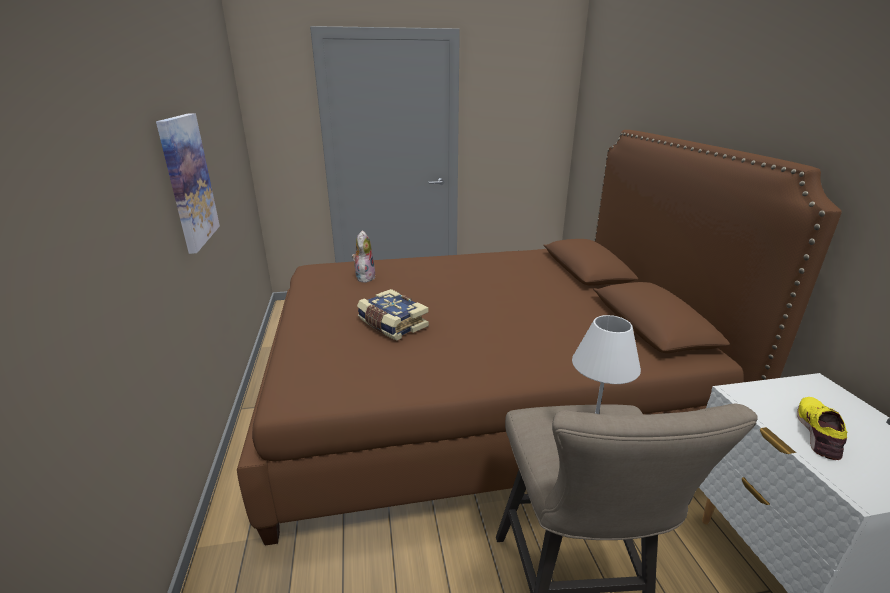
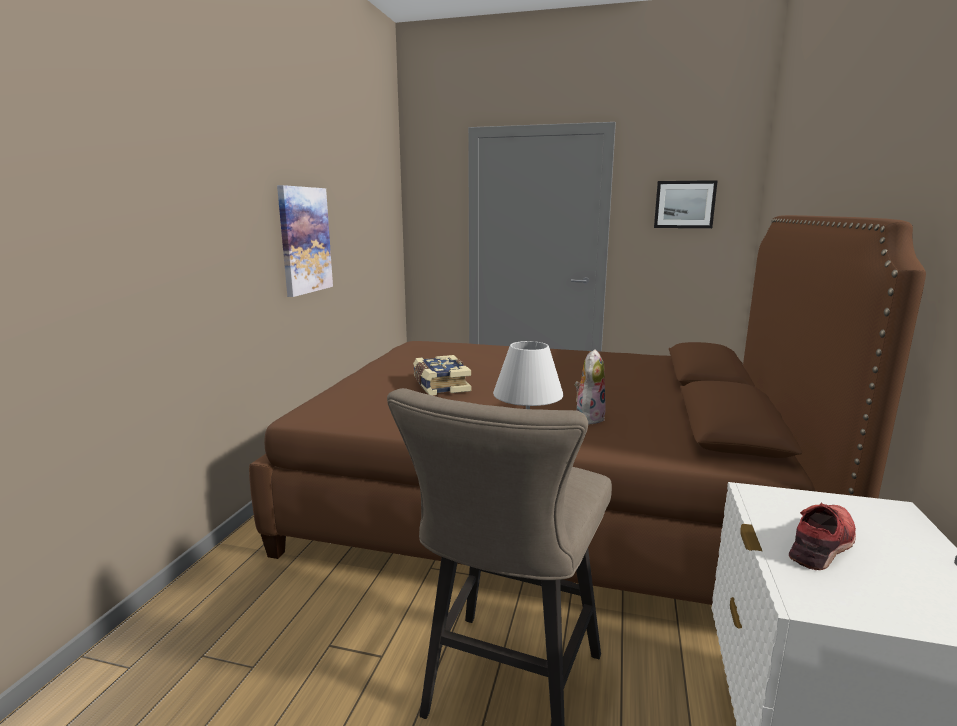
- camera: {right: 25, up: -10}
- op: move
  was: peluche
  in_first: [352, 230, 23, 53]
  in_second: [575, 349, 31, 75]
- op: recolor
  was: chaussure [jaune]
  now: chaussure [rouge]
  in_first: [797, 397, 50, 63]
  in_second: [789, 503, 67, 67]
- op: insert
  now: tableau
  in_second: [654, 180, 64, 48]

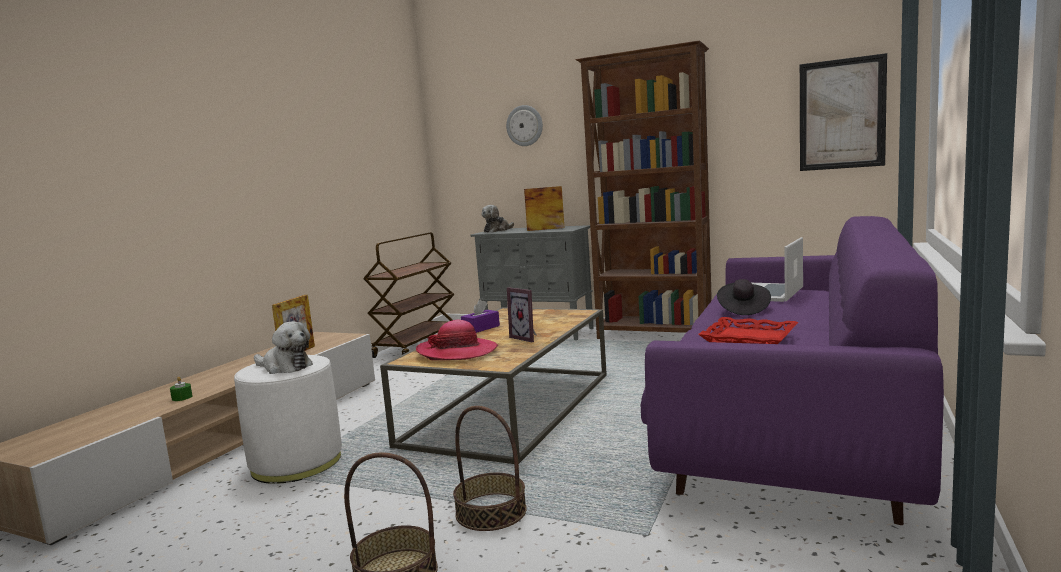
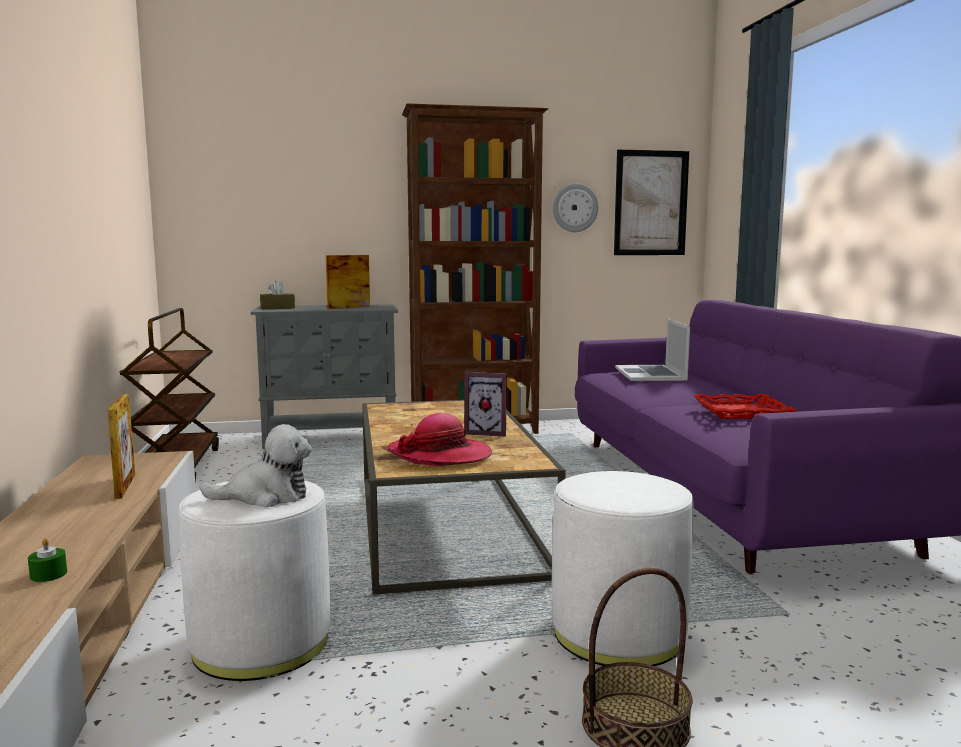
- camera: {right: -35, up: 0}
- op: move
  was: horloge murale
  in_first: [506, 105, 37, 41]
  in_second: [553, 184, 45, 48]
- op: replace
  was: peluche
  now: boîte à mouchoirs [marron]
  in_first: [481, 205, 33, 27]
  in_second: [260, 281, 35, 28]
- op: delete
  was: chapeau [noir]
  in_first: [717, 279, 54, 36]
- op: delete
  was: boîte à mouchoirs [violet]
  in_first: [461, 299, 39, 34]
- op: replace
  was: panier
  now: pouf [blanc]
  in_first: [453, 406, 74, 125]
  in_second: [552, 471, 141, 195]

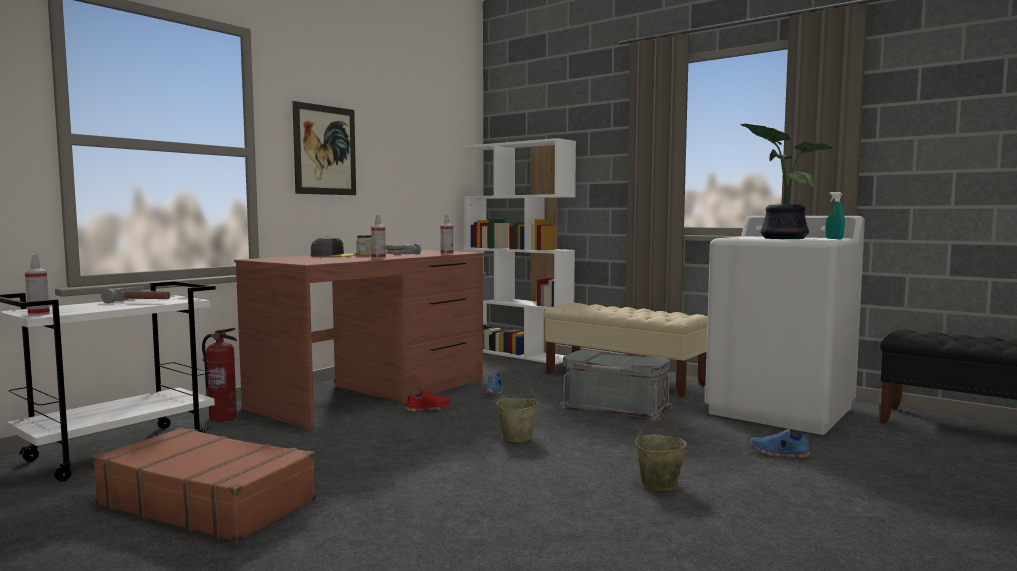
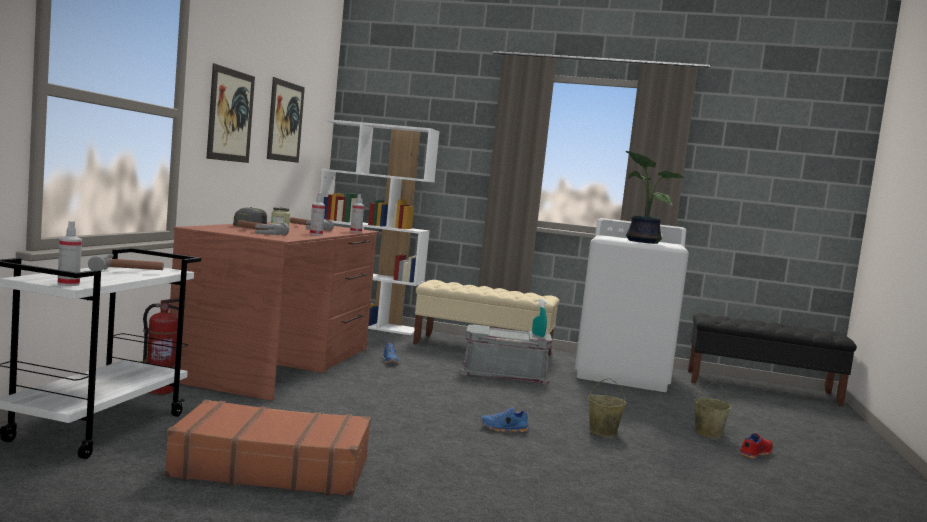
- camera: {right: -25, up: 0}
- op: move
  was: vaporisateur [turquoise]
  in_first: [826, 192, 19, 47]
  in_second: [532, 299, 15, 38]
- op: move
  was: seau [beige]
  in_first: [497, 379, 41, 63]
  in_second: [694, 382, 38, 56]
- op: move
  was: chaussure [rouge]
  in_first: [405, 389, 46, 22]
  in_second: [740, 433, 32, 26]
- op: move
  was: chaussure [bleu]
  in_first: [751, 429, 60, 29]
  in_second: [480, 407, 49, 25]
- op: insert
  now: tableau
  in_second: [267, 77, 38, 86]
- op: insert
  now: marteau
  in_second: [238, 220, 51, 15]

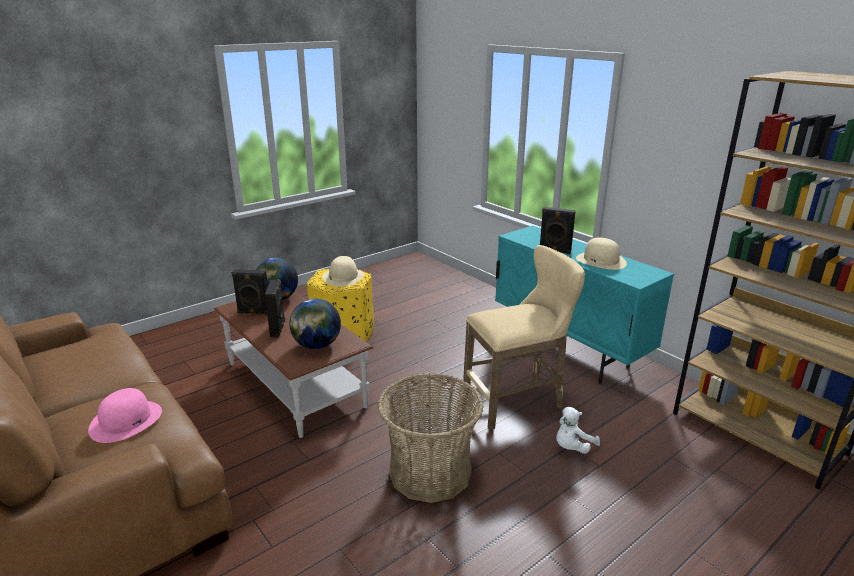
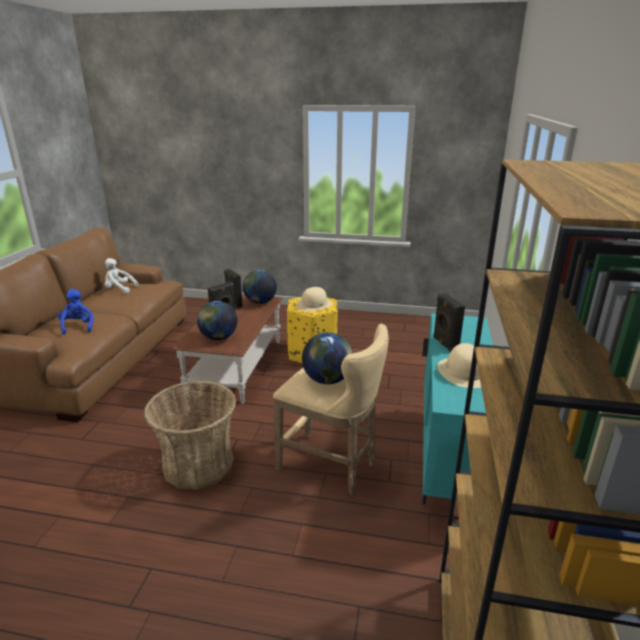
- camera: {right: 50, up: 0}
- op: replace
  was: chapeau [rose]
  now: peluche [bleu]
  in_first: [88, 388, 74, 55]
  in_second: [57, 289, 37, 46]
- op: move
  was: peluche [blanc]
  in_first: [556, 407, 44, 47]
  in_second: [105, 258, 34, 35]
- op: insert
  now: globe
  in_second: [302, 332, 51, 52]

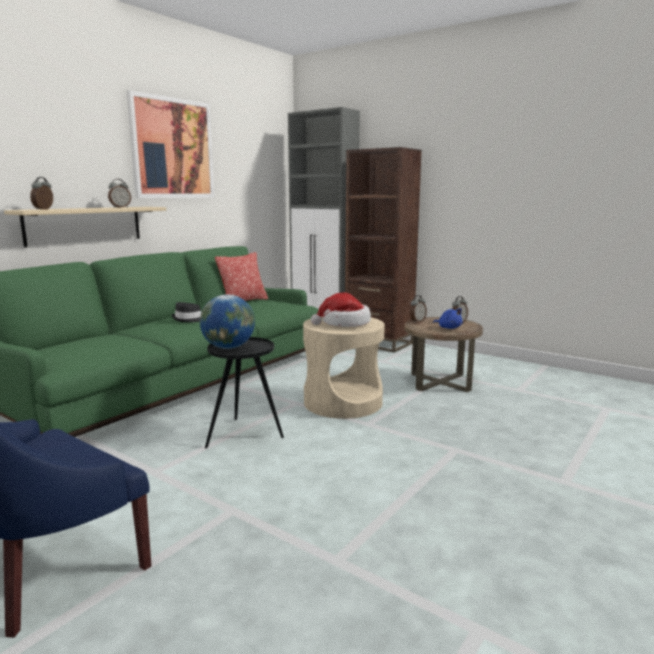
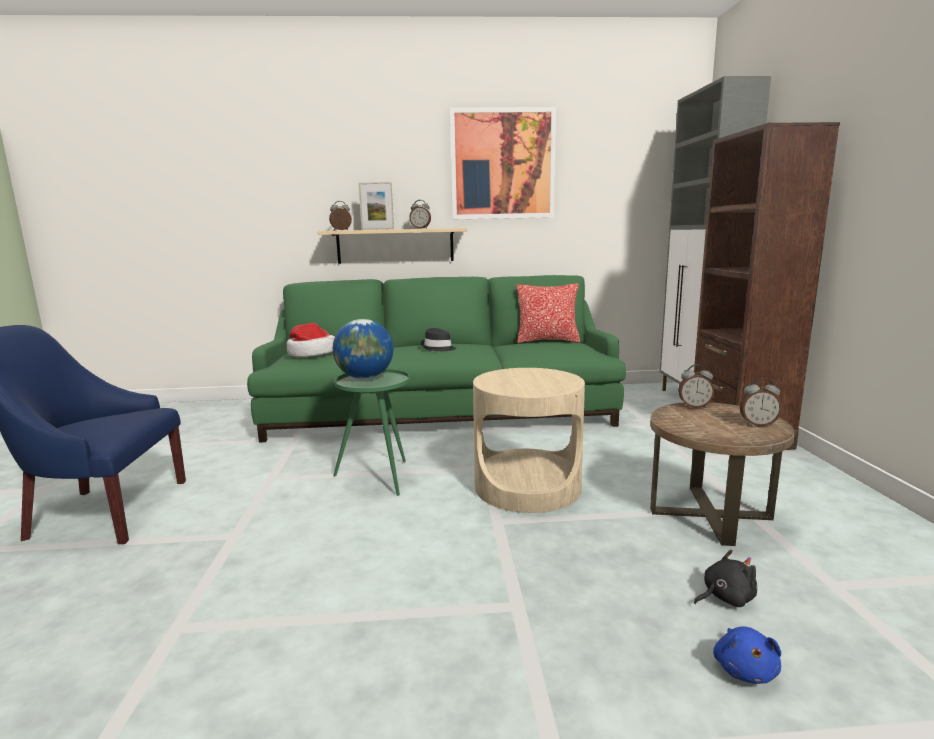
- camera: {right: 50, up: 0}
- op: move
  was: chapeau
  in_first: [311, 293, 60, 34]
  in_second: [287, 323, 48, 34]
- op: move
  was: peluche [bleu]
  in_first: [433, 308, 30, 21]
  in_second: [713, 626, 68, 58]
- op: recolor
  was: table d'appoint [noir]
  now: table d'appoint [vert]
  in_first: [205, 337, 79, 111]
  in_second: [333, 369, 77, 127]
- op: insert
  now: cadre photo
  in_second: [359, 182, 35, 48]
- op: insert
  now: peluche [noir]
  in_second: [694, 550, 63, 57]

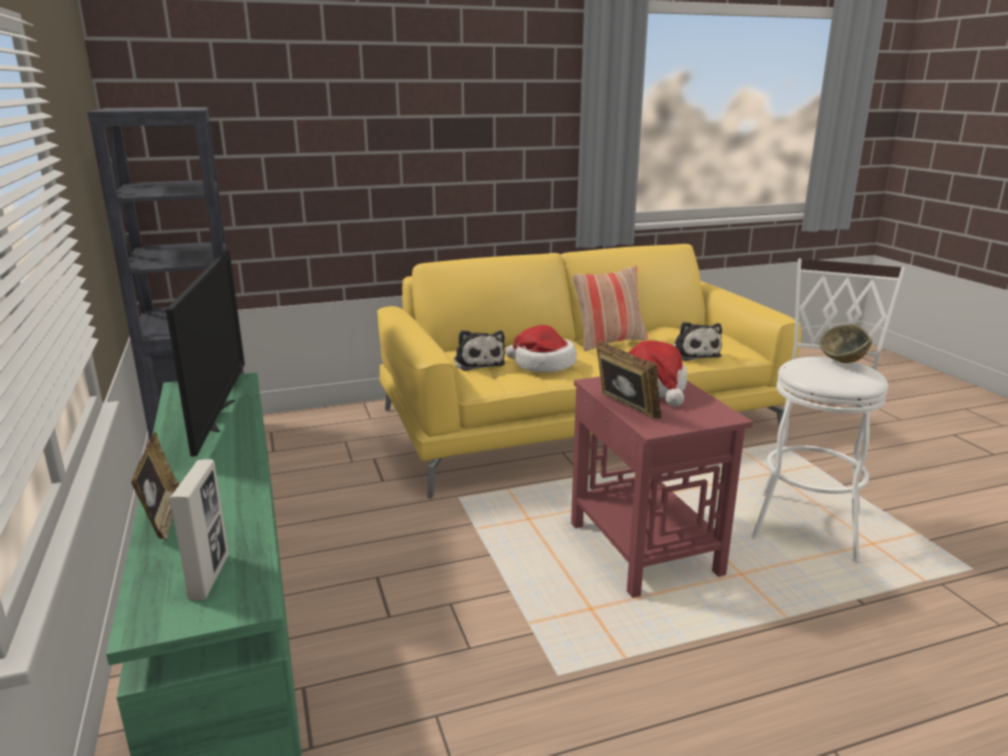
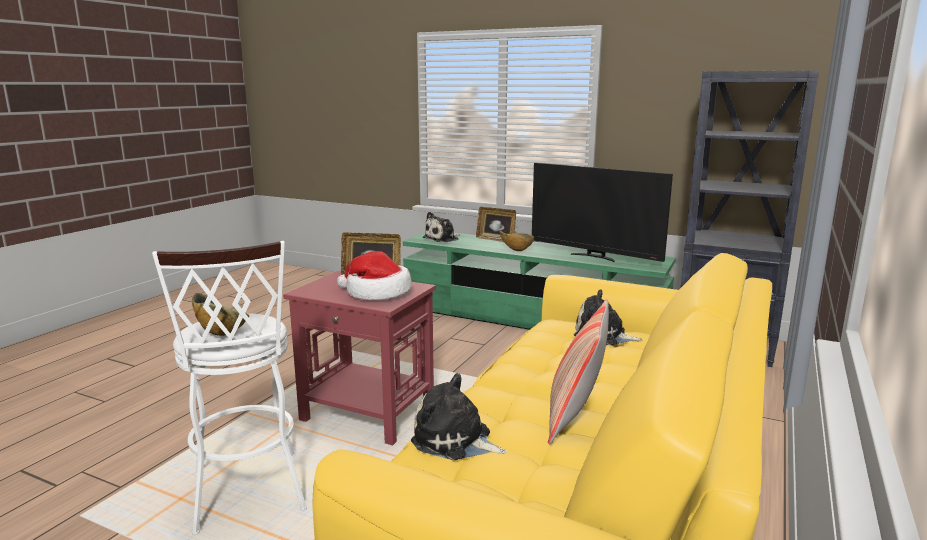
- camera: {right: 135, up: -5}
- op: delete
  was: chapeau
  in_first: [506, 325, 71, 48]
- op: replace
  was: cadre photo
  now: peluche
  in_first: [169, 459, 60, 141]
  in_second: [423, 212, 37, 30]
- op: insert
  now: bol
  in_second: [499, 230, 35, 21]

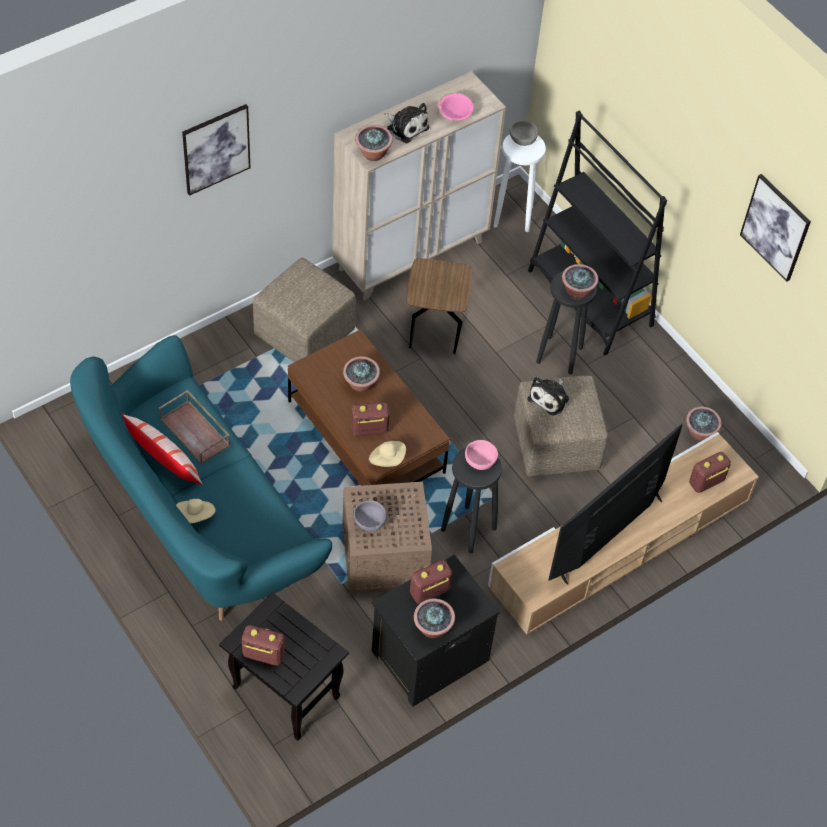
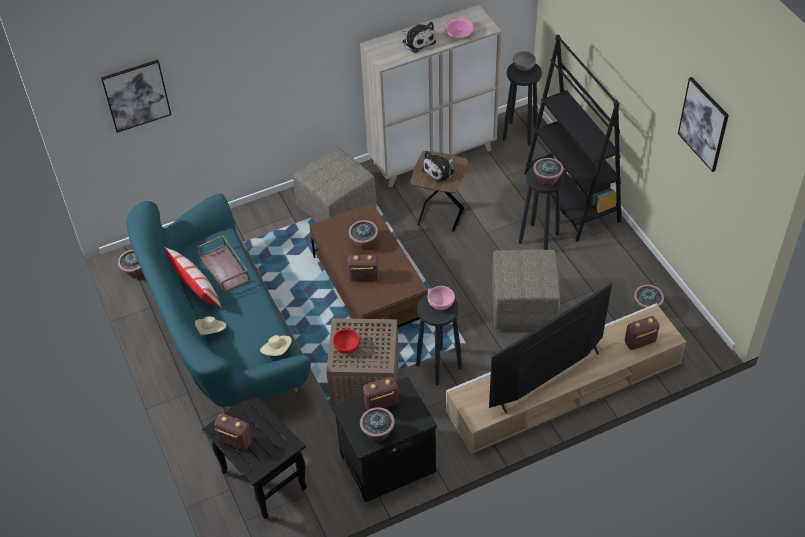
- camera: {right: 15, up: -5}
- op: move
  was: tableau
  in_first: [182, 104, 69, 92]
  in_second: [101, 60, 70, 73]
- op: move
  was: plante en pot
  in_first: [355, 125, 38, 36]
  in_second: [118, 249, 25, 28]
- op: recolor
  was: tabouret [blanc]
  now: tabouret [noir]
  in_first: [494, 134, 52, 98]
  in_second: [503, 63, 39, 83]
- op: move
  was: peluche
  in_first: [528, 377, 41, 38]
  in_second: [422, 151, 32, 32]
- op: move
  was: chapeau [beige]
  in_first: [369, 441, 37, 26]
  in_second: [260, 335, 32, 21]
- op: recolor
  was: bol [gris]
  now: bol [rouge]
  in_first: [354, 500, 33, 32]
  in_second: [333, 329, 27, 25]

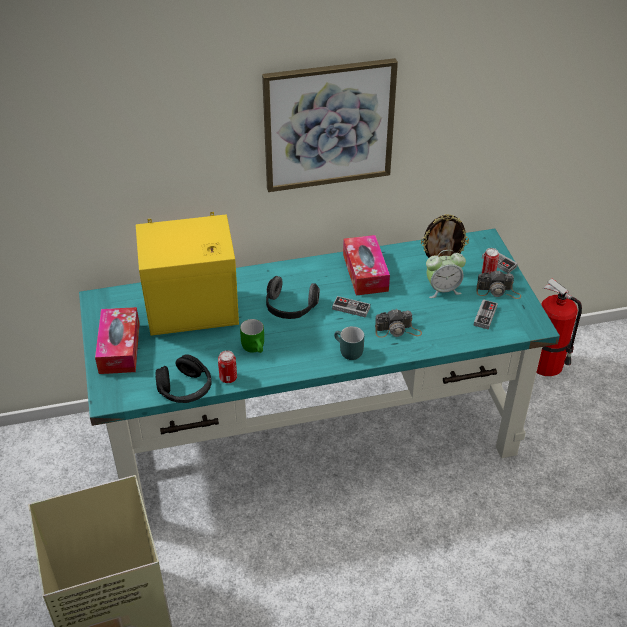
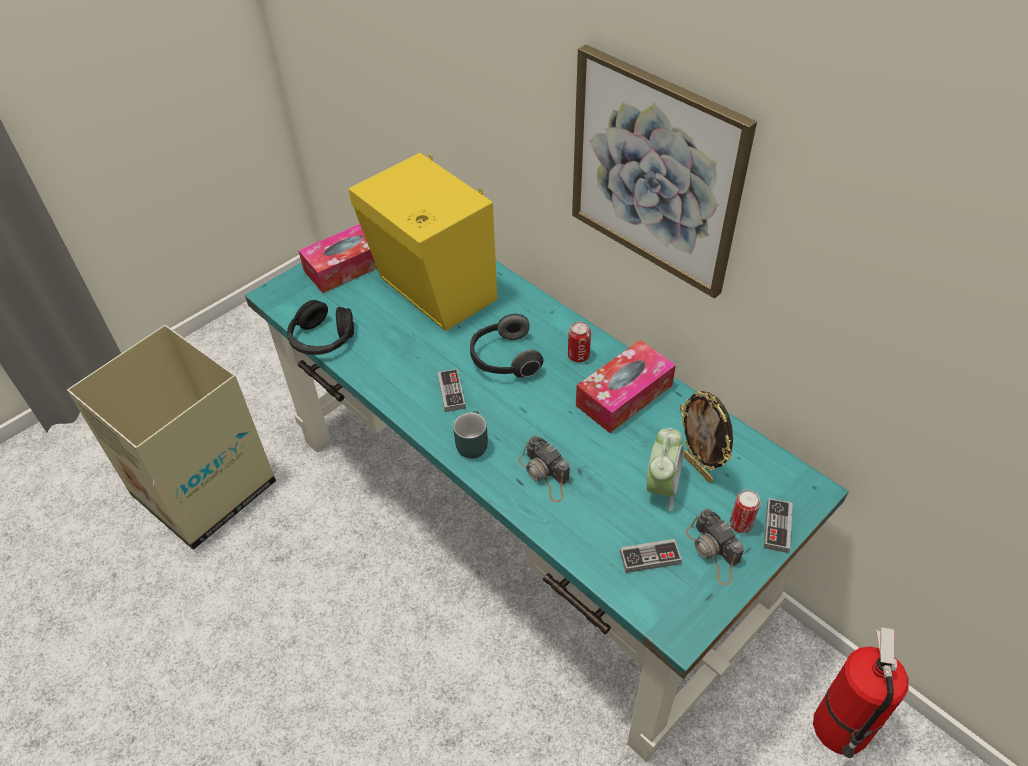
- camera: {right: 60, up: 5}
- op: rotate
  was: réveil
  in_first: [426, 250, 40, 48]
  in_second: [647, 428, 36, 83]
  clockwise: -120
- op: move
  was: manette
  in_first: [332, 296, 38, 22]
  in_second: [437, 369, 29, 43]
- op: delete
  was: mug [vert]
  in_first: [240, 319, 24, 34]
- op: move
  was: boîte métallique
  in_first: [218, 350, 19, 33]
  in_second: [568, 321, 23, 41]

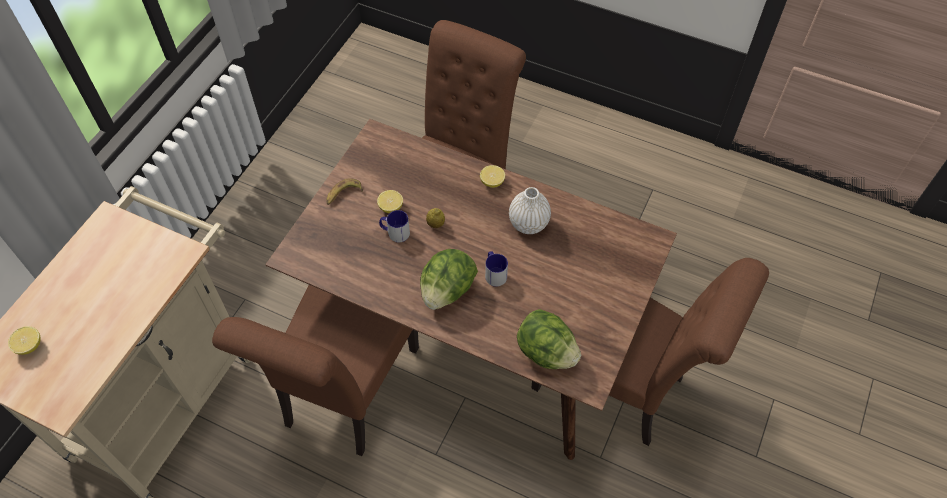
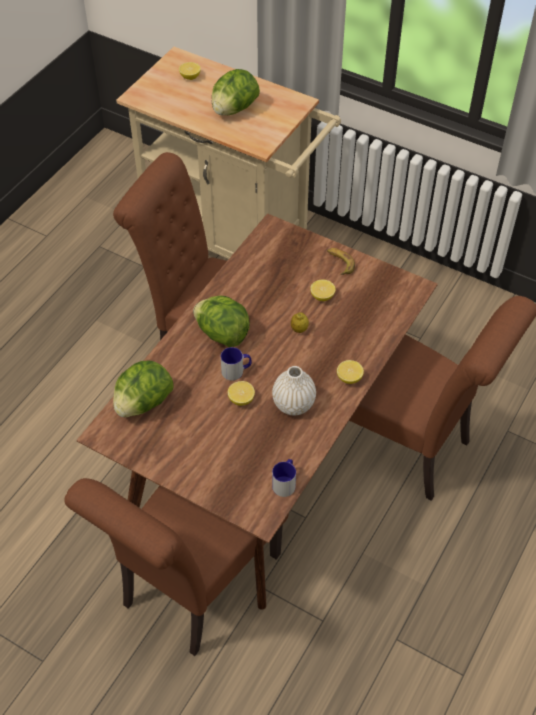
- camera: {right: 95, up: -5}
- op: move
  was: mug
  in_first: [379, 210, 31, 32]
  in_second: [272, 459, 24, 38]
- op: insert
  now: laitue
  in_second: [212, 69, 48, 47]
- op: insert
  now: citron
  in_second: [228, 381, 27, 25]

